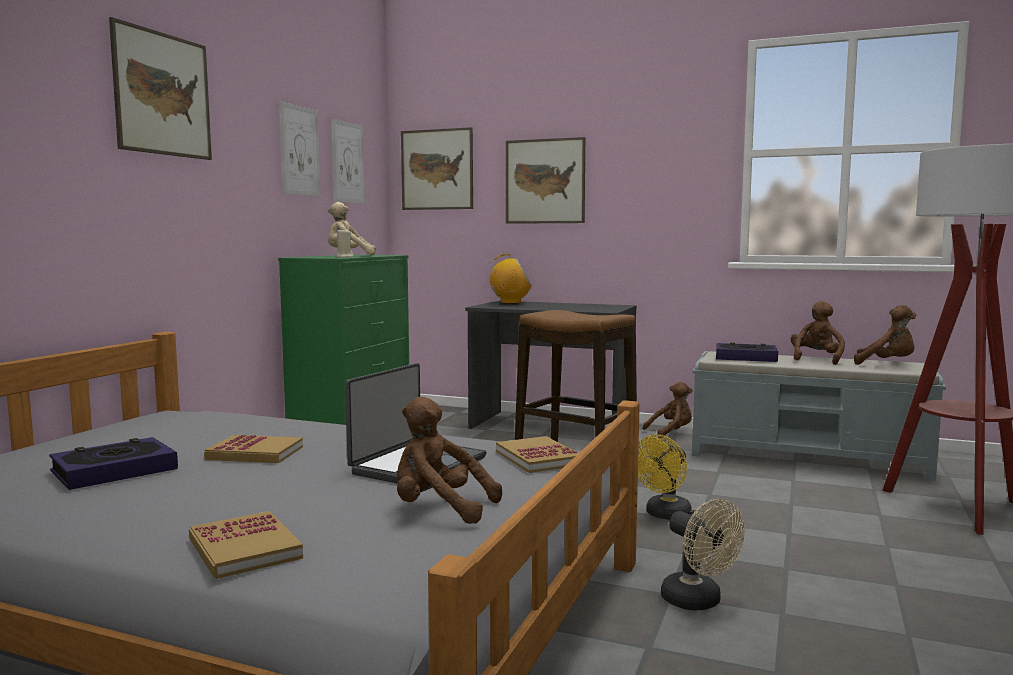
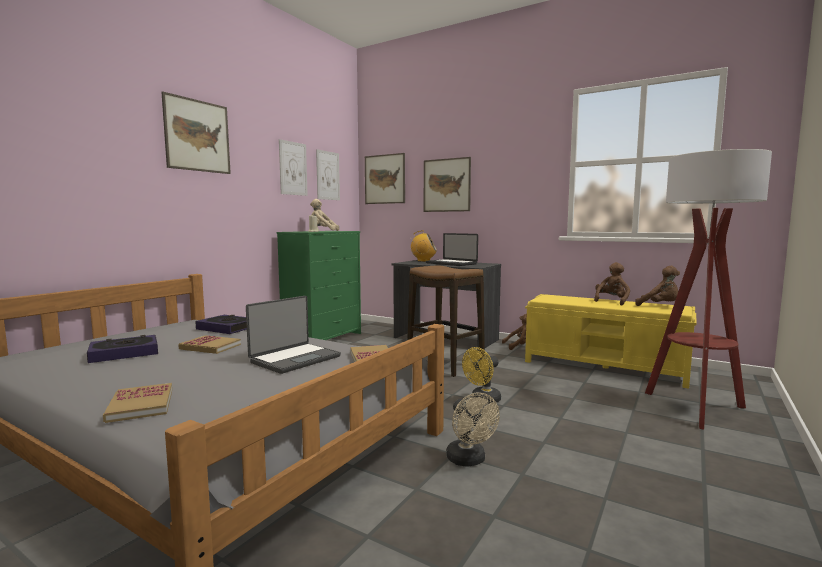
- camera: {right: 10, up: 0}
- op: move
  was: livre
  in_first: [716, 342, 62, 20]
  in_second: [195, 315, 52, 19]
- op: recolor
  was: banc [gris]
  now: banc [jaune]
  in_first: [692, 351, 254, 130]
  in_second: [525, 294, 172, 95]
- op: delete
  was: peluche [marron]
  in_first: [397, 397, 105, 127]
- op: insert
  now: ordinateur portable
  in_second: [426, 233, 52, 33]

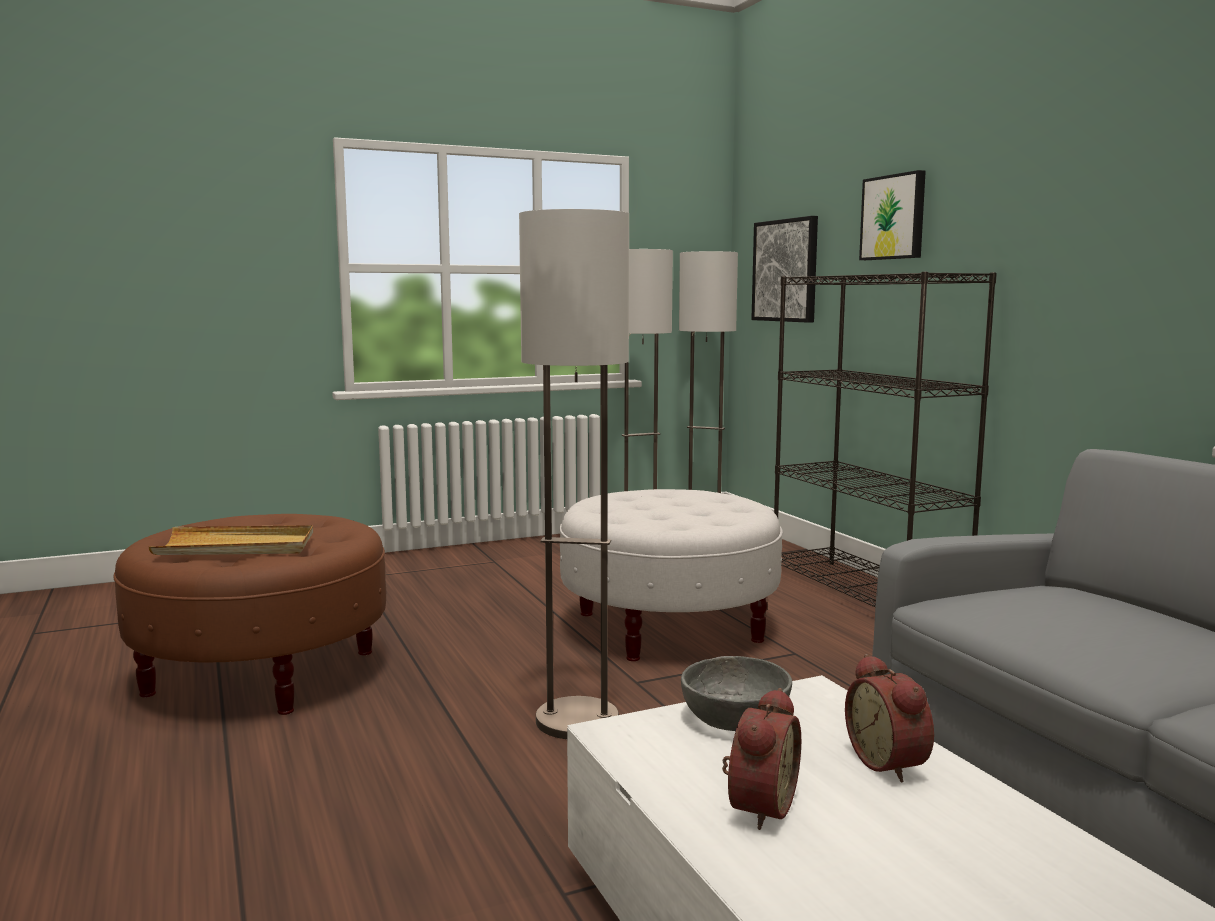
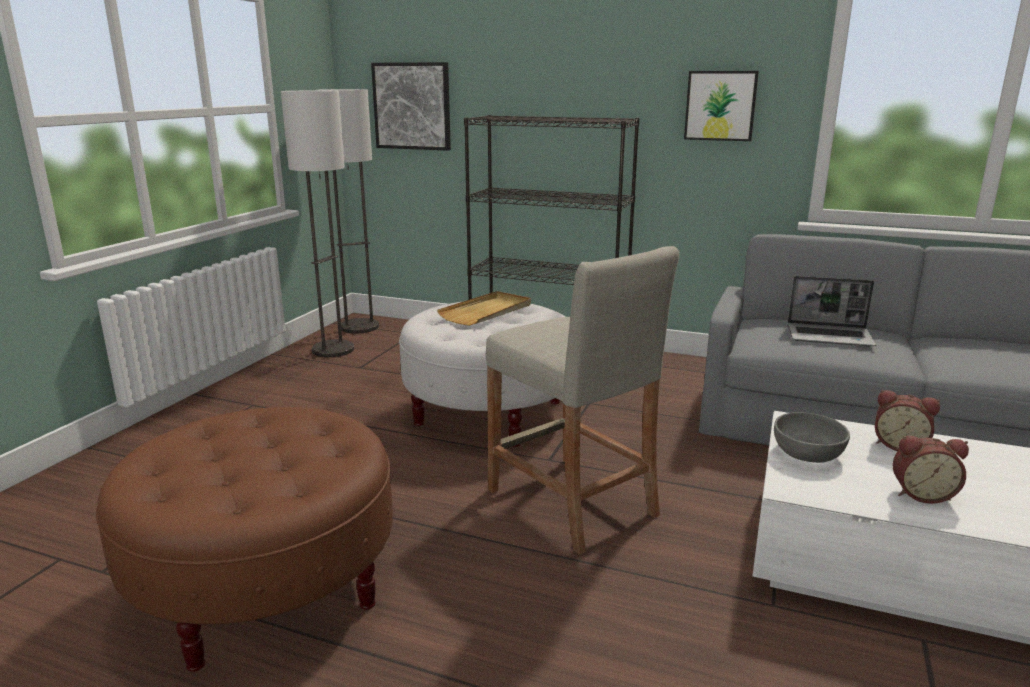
- camera: {right: -45, up: 10}
- op: move
  was: tableau
  in_first: [859, 170, 67, 90]
  in_second: [684, 71, 75, 70]
- op: replace
  was: lampadaire
  now: tabouret [beige]
  in_first: [519, 209, 110, 530]
  in_second: [486, 246, 193, 309]
- op: move
  was: plateau [beige]
  in_first: [149, 525, 164, 30]
  in_second: [437, 291, 94, 35]
- op: rotate
  was: réveil
  in_first: [722, 688, 79, 142]
  in_second: [893, 436, 76, 68]
  clockwise: 120
- op: insert
  now: ordinateur portable
  in_second: [788, 276, 88, 70]

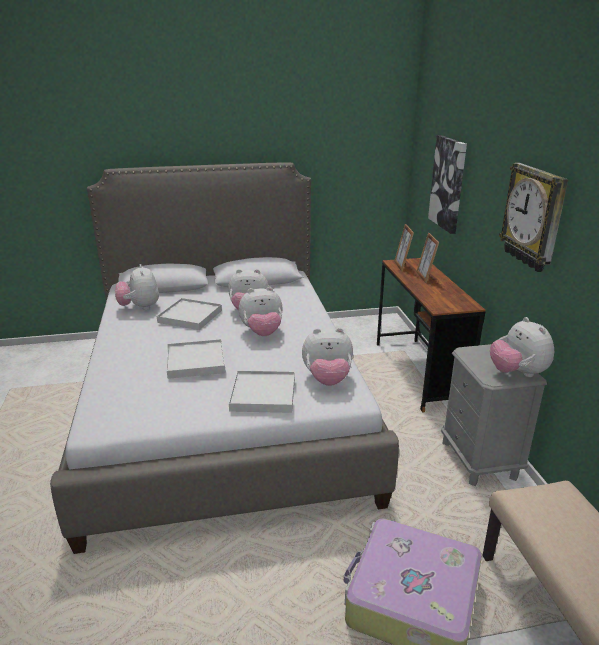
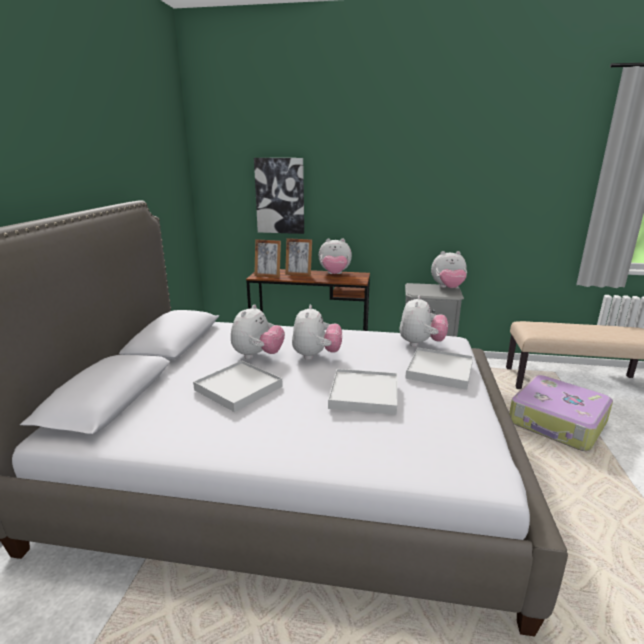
- camera: {right: -70, up: -5}
- op: delete
  was: horloge murale
  in_first: [499, 163, 69, 109]
- op: move
  was: peluche
  in_first: [115, 264, 44, 46]
  in_second: [319, 238, 33, 36]

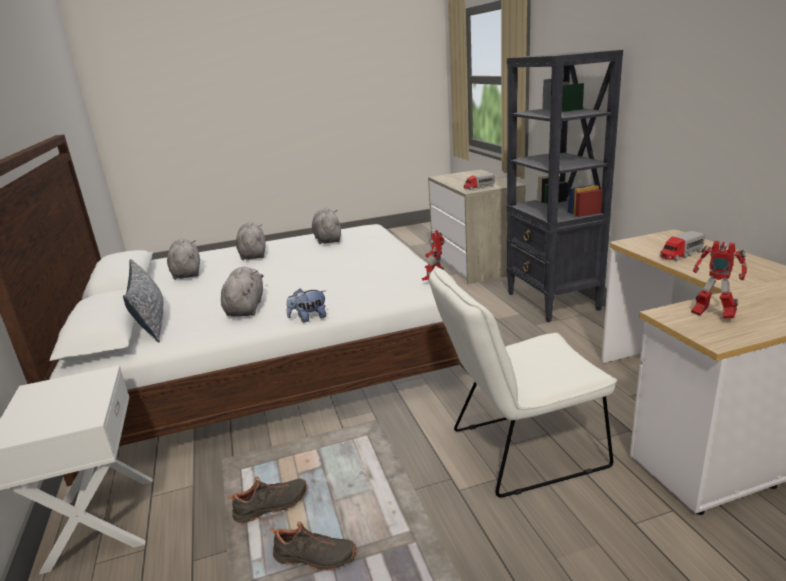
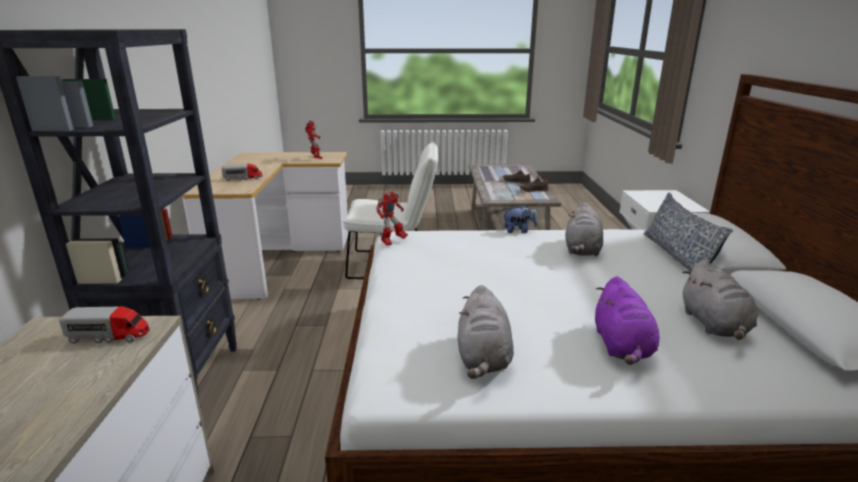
- camera: {right: -165, up: 0}
- op: recolor
  was: peluche [gris]
  now: peluche [violet]
  in_first: [236, 222, 30, 38]
  in_second: [595, 276, 64, 89]

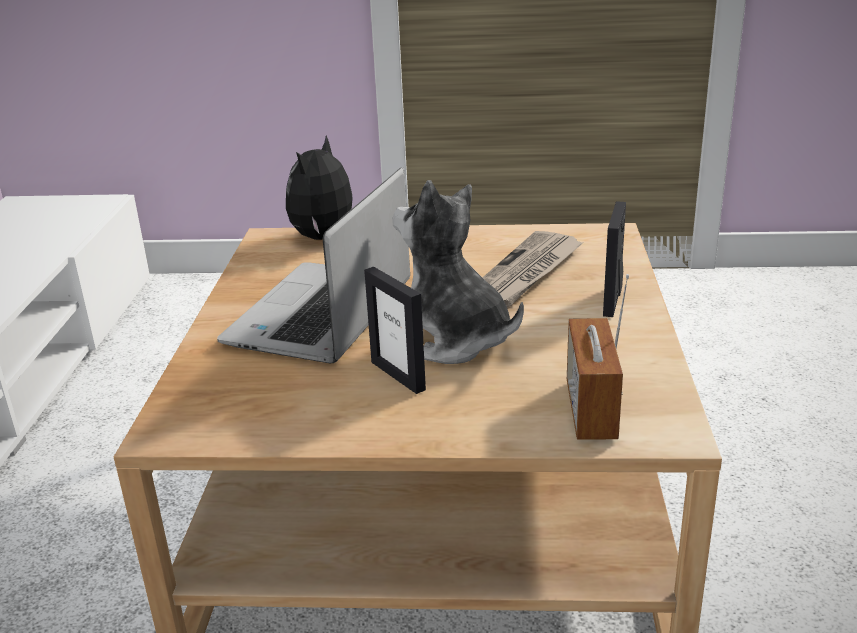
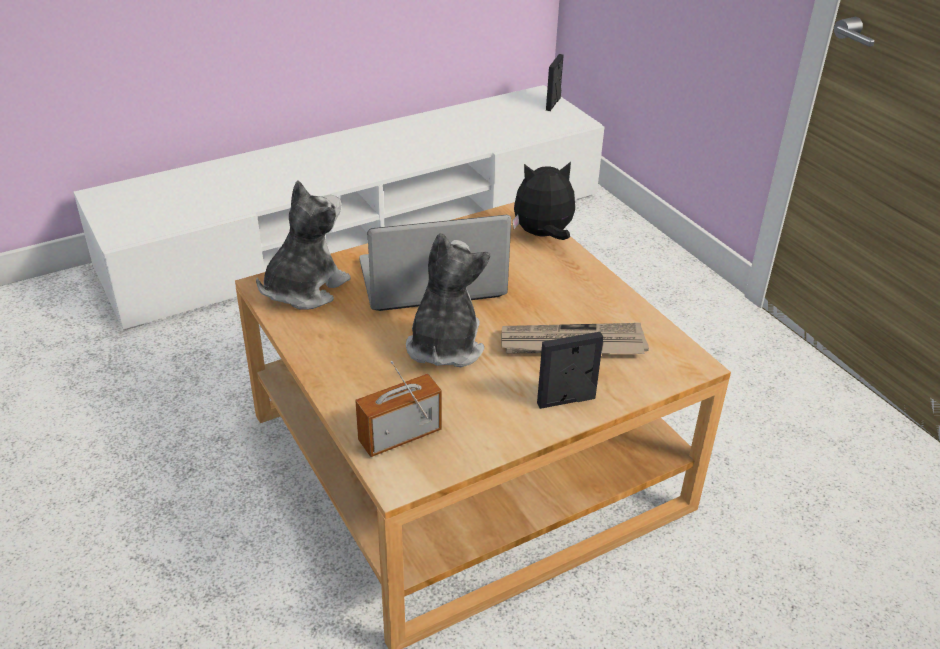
- camera: {right: 55, up: 10}
- op: move
  was: cadre photo
  in_first: [364, 267, 62, 127]
  in_second: [546, 54, 18, 57]
- op: insert
  now: peluche
  in_second: [256, 180, 95, 130]

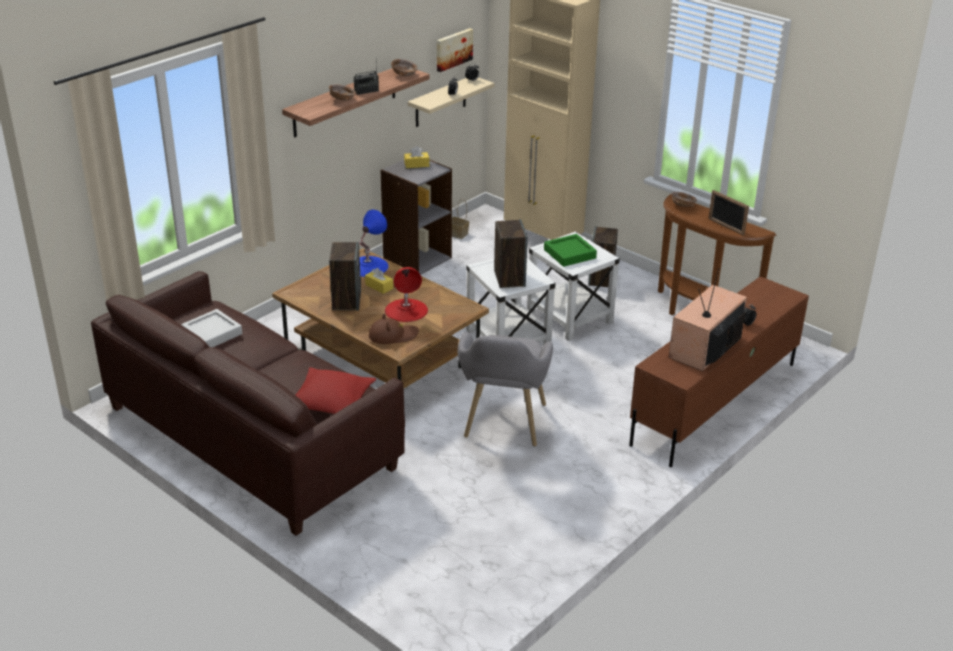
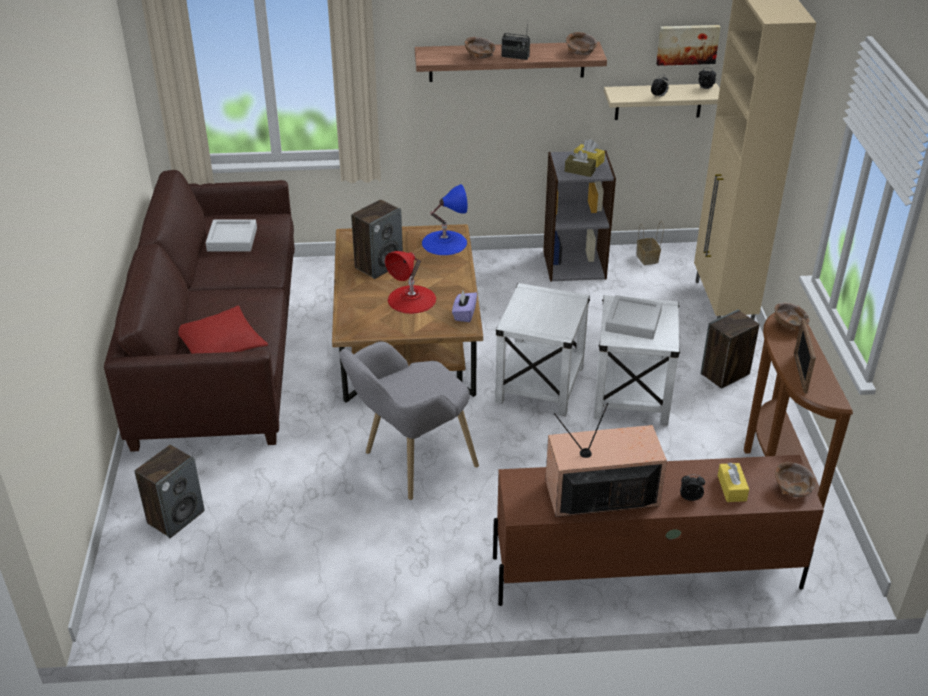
- camera: {right: 45, up: 5}
- op: move
  was: enceinte
  in_first: [494, 219, 34, 69]
  in_second: [134, 445, 71, 93]
- op: recolor
  was: plateau [vert]
  now: plateau [gris]
  in_first: [544, 234, 53, 33]
  in_second: [605, 295, 57, 44]
- op: move
  was: boîte à mouchoirs [jaune]
  in_first: [365, 268, 28, 26]
  in_second: [718, 463, 31, 39]
- op: delete
  was: chapeau [marron]
  in_first: [369, 313, 50, 31]
- op: insert
  now: boîte à mouchoirs [marron]
  in_second: [565, 150, 31, 27]
- op: insert
  now: boîte à mouchoirs [violet]
  in_second: [452, 291, 25, 31]
- op: insert
  now: bol [marron]
  in_second: [775, 462, 41, 35]

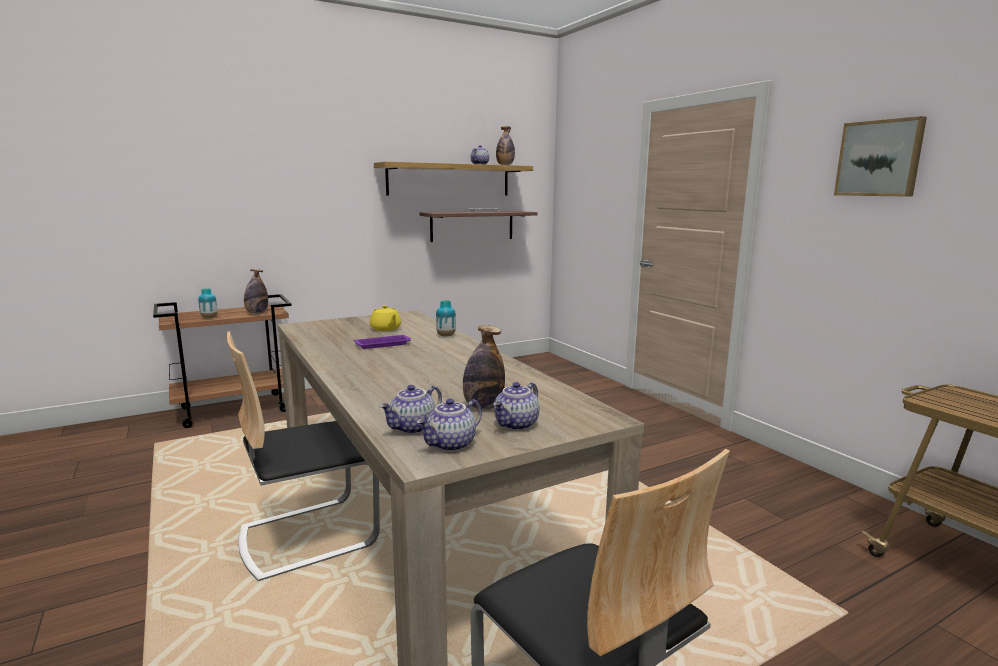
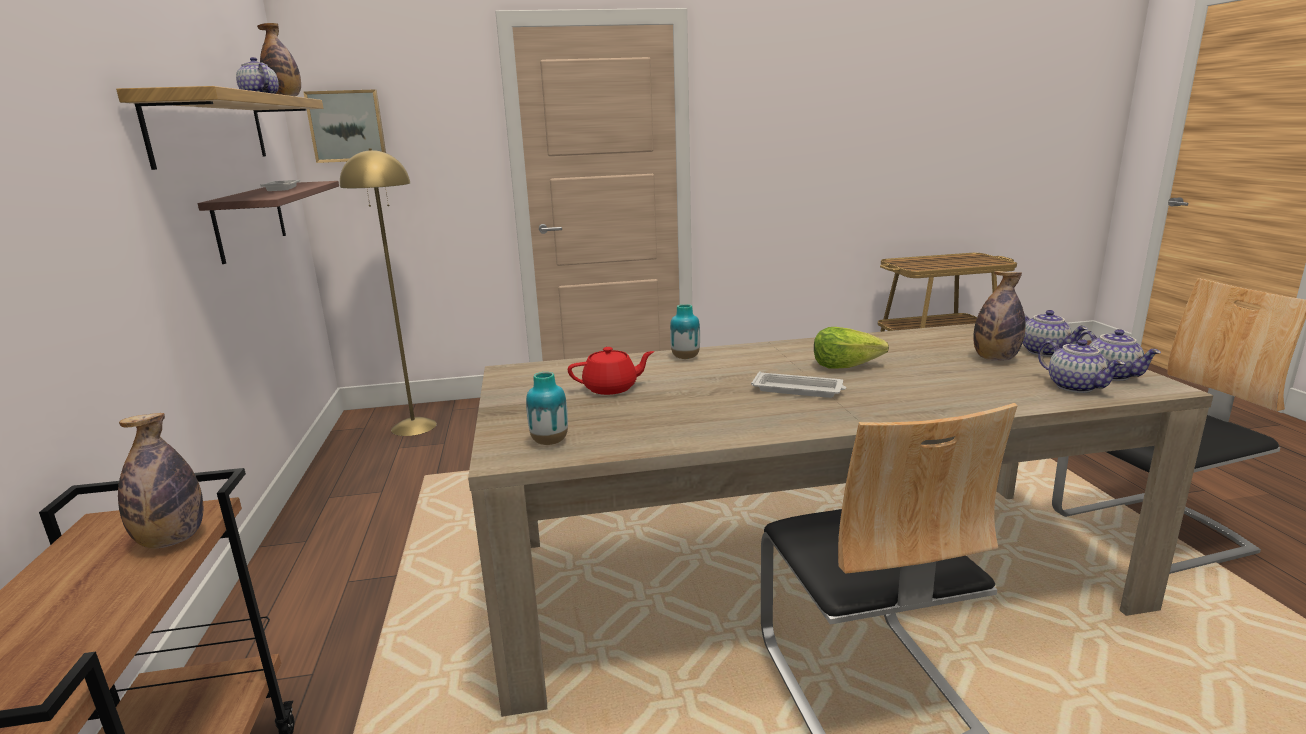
- camera: {right: -70, up: 5}
- op: move
  was: tableau
  in_first: [834, 116, 93, 81]
  in_second: [303, 89, 83, 74]
- op: move
  was: vase
  in_first: [198, 288, 19, 30]
  in_second: [526, 372, 42, 73]
- op: recolor
  was: théière [jaune]
  now: théière [rouge]
  in_first: [370, 305, 31, 26]
  in_second: [568, 347, 86, 48]
- op: delete
  was: plateau [violet]
  in_first: [354, 335, 57, 14]
- op: insert
  now: lampadaire [jaune]
  in_second: [340, 148, 97, 288]
- op: insert
  now: laitue
  in_second: [814, 327, 75, 42]
- op: insert
  now: plateau [blanc]
  in_second: [751, 371, 95, 27]

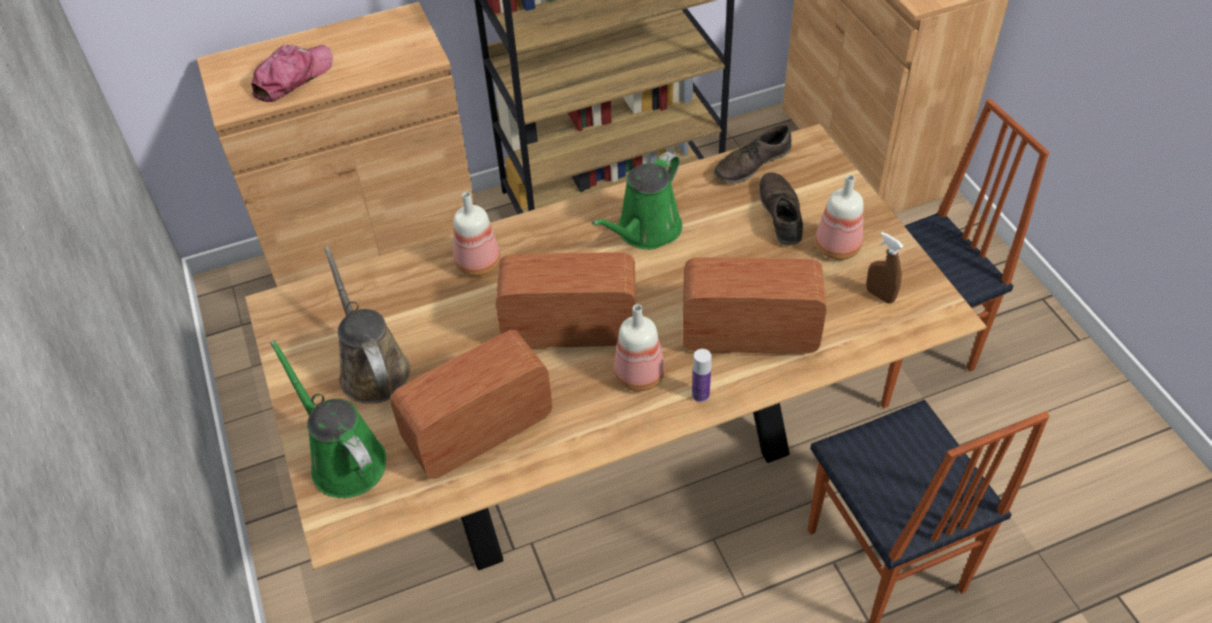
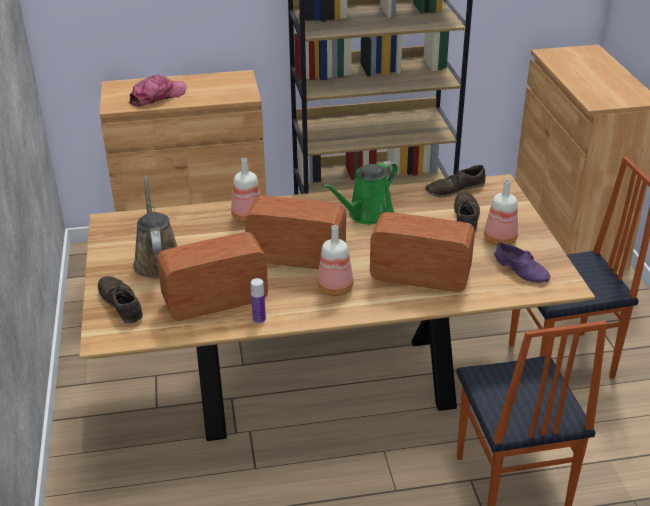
- camera: {right: 10, up: -15}
- op: replace
  was: vaporisateur [marron]
  now: chaussure [violet]
  in_first: [866, 232, 37, 72]
  in_second: [494, 241, 56, 42]
- op: replace
  was: arrosoir [vert]
  now: chaussure [marron]
  in_first: [270, 340, 116, 158]
  in_second: [98, 276, 45, 48]
- op: move
  was: bouteille
  in_first: [692, 349, 19, 53]
  in_second: [251, 278, 15, 46]

